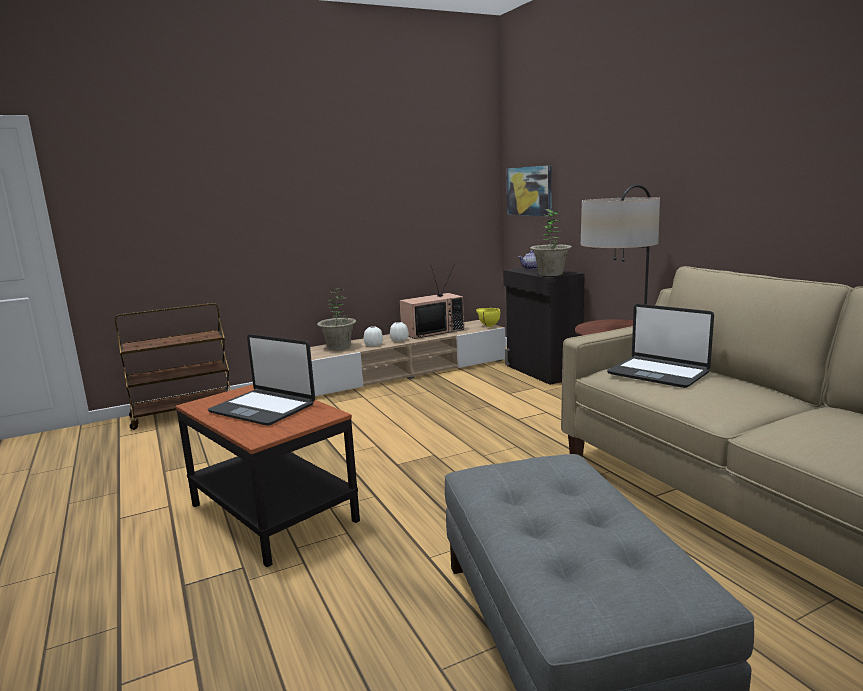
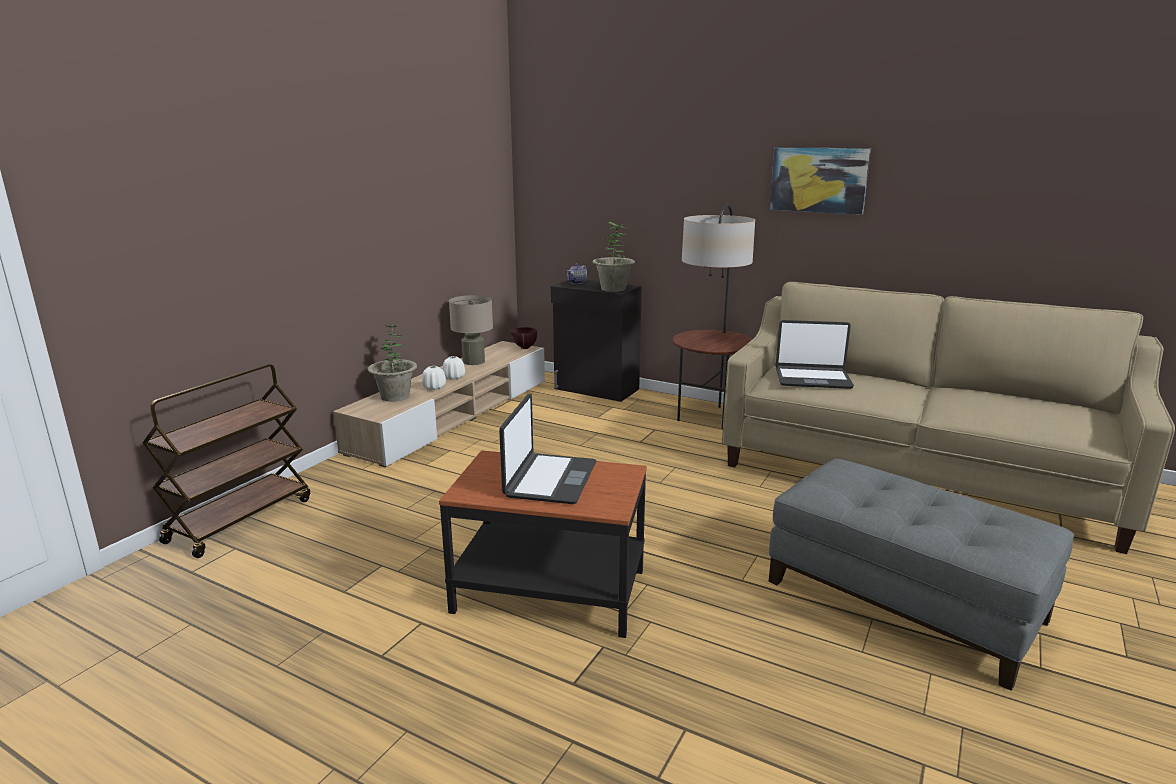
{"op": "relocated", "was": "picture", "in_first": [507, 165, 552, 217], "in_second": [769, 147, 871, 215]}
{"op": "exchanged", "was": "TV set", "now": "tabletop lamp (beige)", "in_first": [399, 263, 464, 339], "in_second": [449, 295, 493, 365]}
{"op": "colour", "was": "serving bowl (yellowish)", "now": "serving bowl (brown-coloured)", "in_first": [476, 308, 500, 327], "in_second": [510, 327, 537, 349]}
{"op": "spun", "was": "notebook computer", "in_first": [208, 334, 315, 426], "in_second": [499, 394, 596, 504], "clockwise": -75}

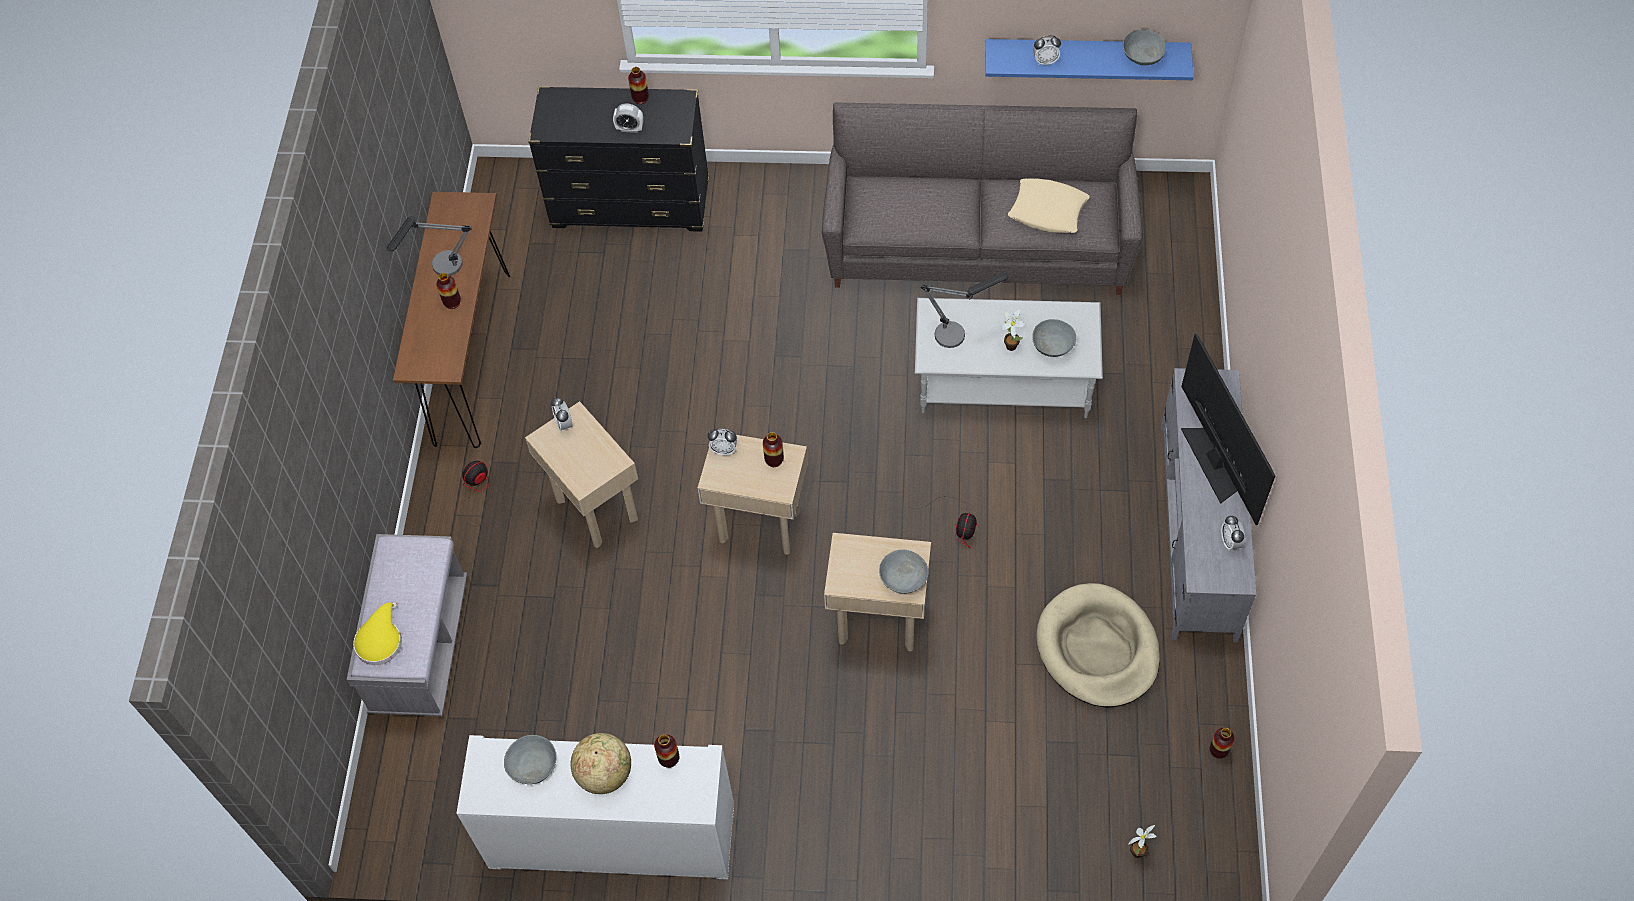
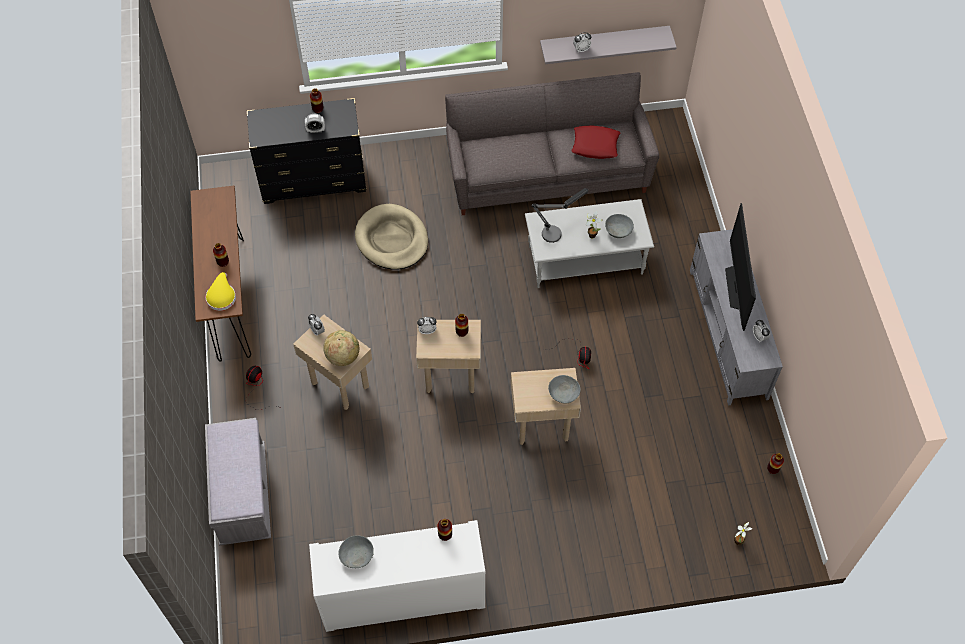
{"op": "missing", "was": "tabletop lamp", "in_first": [387, 216, 472, 276]}
{"op": "missing", "was": "serving bowl (gray)", "in_first": [1123, 29, 1166, 65]}
{"op": "relocated", "was": "clothing hat (yellowish)", "in_first": [353, 602, 402, 665], "in_second": [206, 272, 236, 311]}
{"op": "relocated", "was": "world globe", "in_first": [570, 733, 631, 794], "in_second": [323, 330, 359, 366]}
{"op": "relocated", "was": "pet bed (beige)", "in_first": [1036, 583, 1160, 707], "in_second": [355, 204, 428, 270]}
{"op": "colour", "was": "shelf (blue)", "now": "shelf (gray)", "in_first": [985, 39, 1194, 80], "in_second": [540, 26, 677, 64]}
{"op": "colour", "was": "throw pillow (beige)", "now": "throw pillow (red-coloured)", "in_first": [1008, 178, 1090, 233], "in_second": [571, 126, 620, 159]}
{"op": "spun", "was": "TV set", "in_first": [1181, 333, 1275, 525], "in_second": [725, 203, 756, 331], "clockwise": -150}

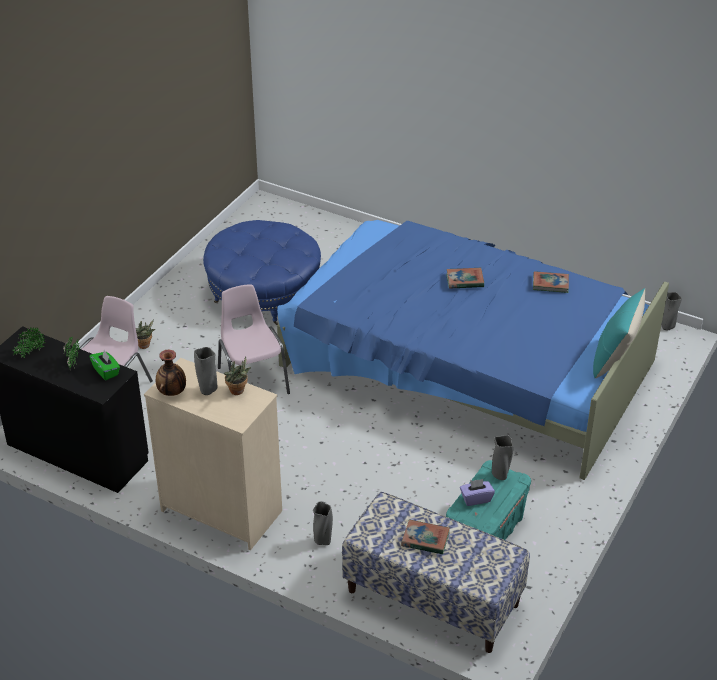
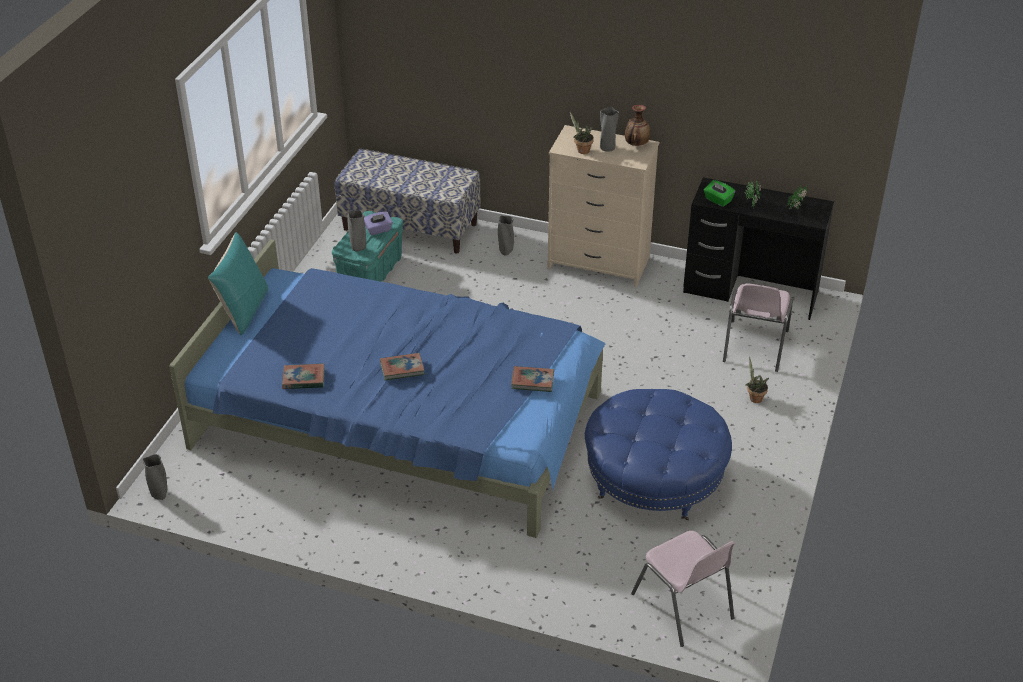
{"op": "relocated", "was": "chair (pink-coloured)", "in_first": [218, 284, 290, 394], "in_second": [631, 531, 735, 647]}
{"op": "relocated", "was": "volume", "in_first": [401, 520, 450, 554], "in_second": [511, 366, 554, 392]}

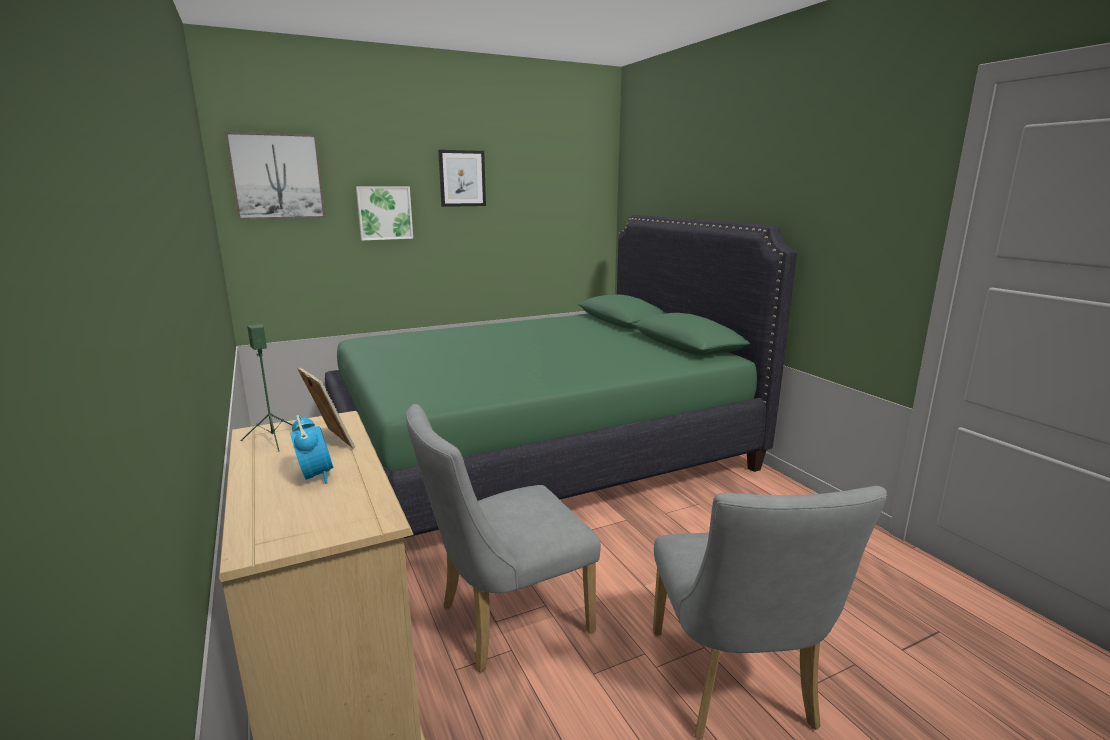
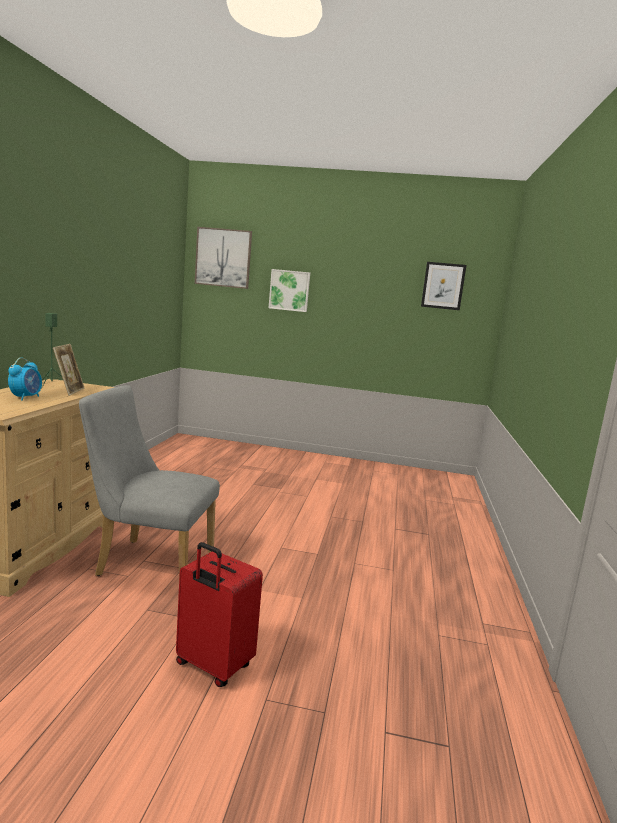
{"op": "missing", "was": "sleeping bed (greenish)", "in_first": [325, 215, 797, 538]}
{"op": "relocated", "was": "picture", "in_first": [438, 150, 486, 207], "in_second": [421, 262, 466, 310]}
{"op": "exchanged", "was": "chair (gray)", "now": "travel case (red-coloured)", "in_first": [653, 486, 887, 739], "in_second": [176, 542, 263, 687]}

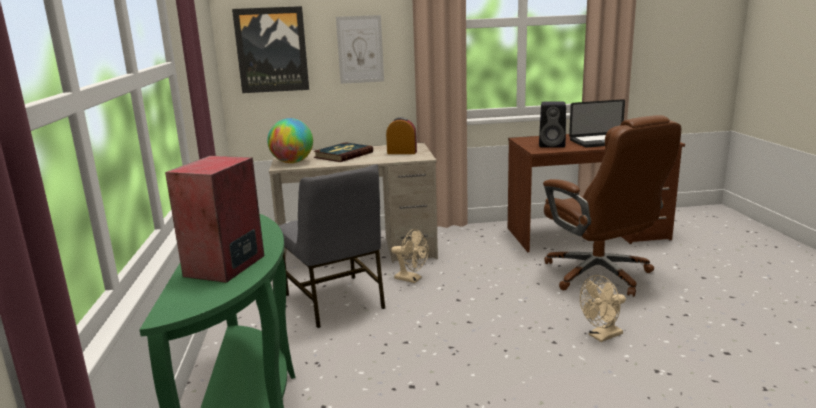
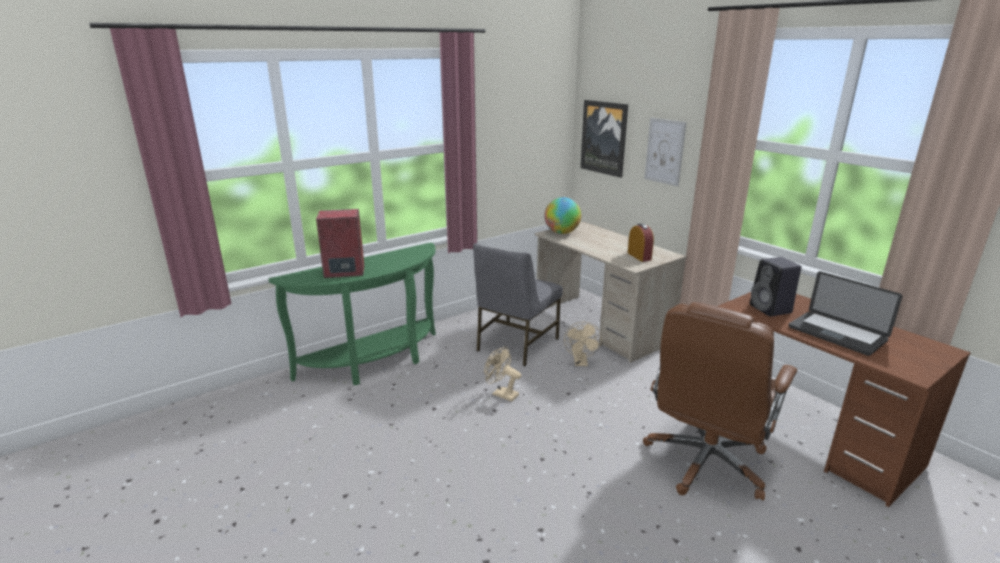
{"op": "missing", "was": "volume", "in_first": [313, 142, 373, 162]}
{"op": "relocated", "was": "fan (beige)", "in_first": [580, 275, 626, 342], "in_second": [484, 346, 521, 402]}

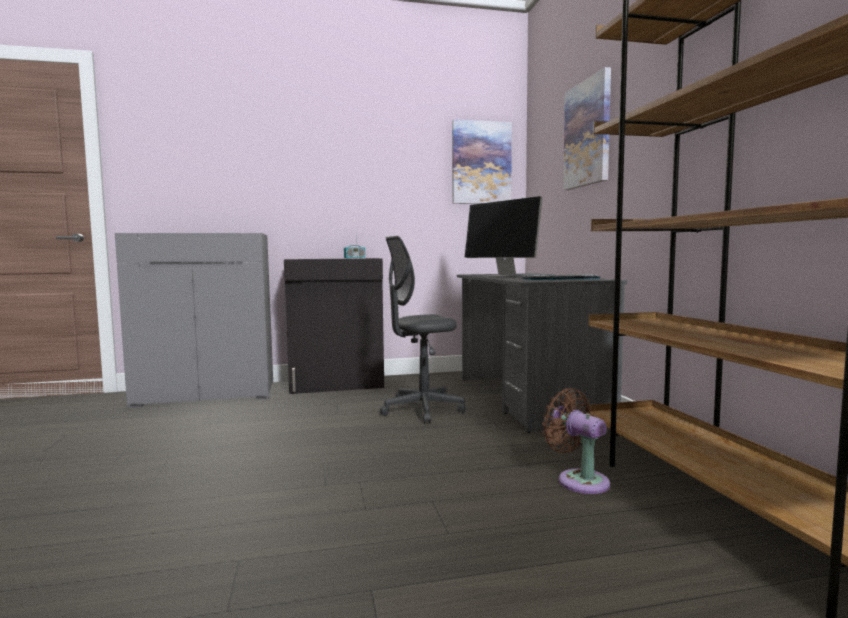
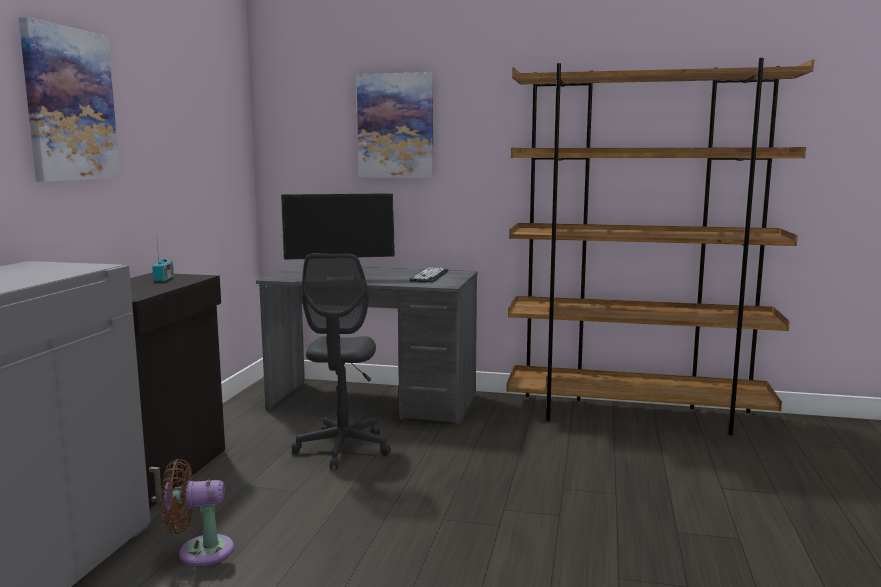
{"op": "relocated", "was": "picture", "in_first": [452, 119, 512, 204], "in_second": [19, 17, 120, 182]}
{"op": "relocated", "was": "fan (brown-coloured)", "in_first": [542, 388, 610, 494], "in_second": [162, 459, 234, 566]}

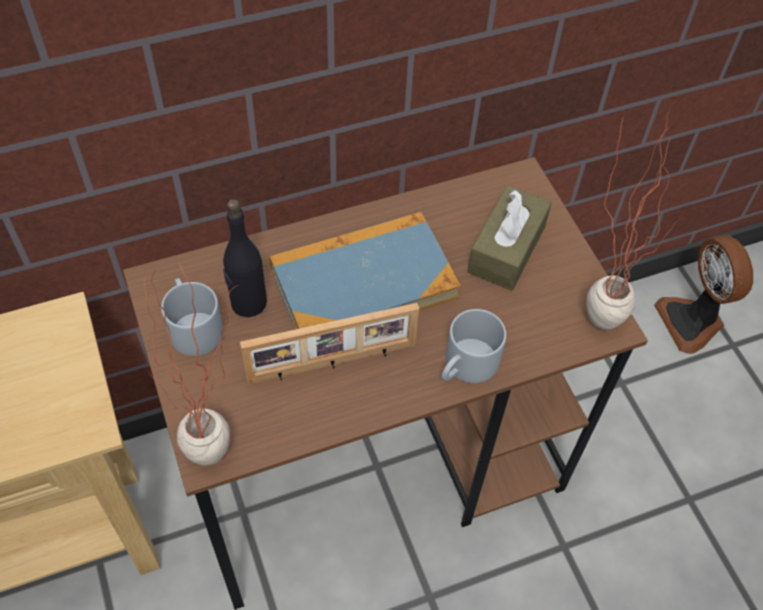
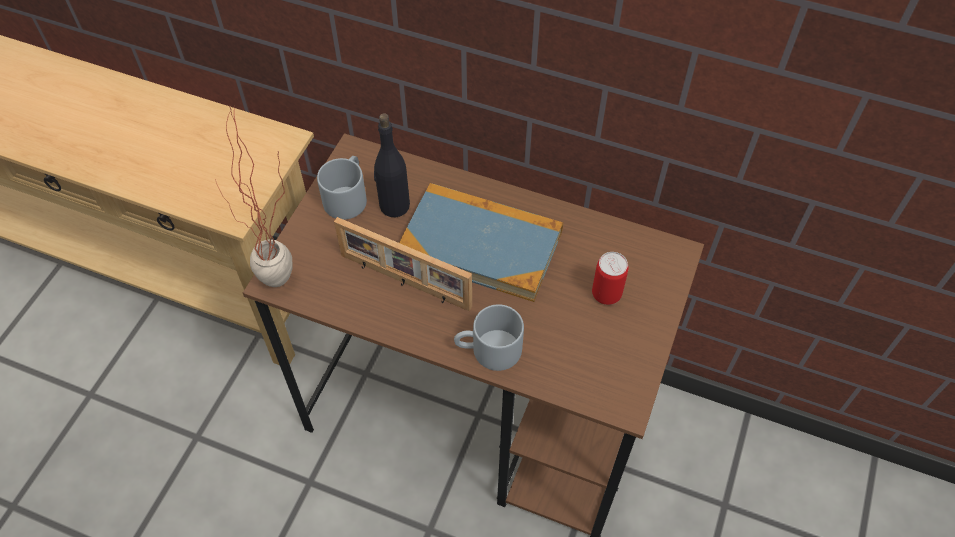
{"op": "missing", "was": "houseplant", "in_first": [586, 107, 679, 330]}
{"op": "missing", "was": "fan", "in_first": [654, 235, 753, 354]}
{"op": "exchanged", "was": "tissue box (brown-coloured)", "now": "can", "in_first": [467, 185, 552, 291], "in_second": [592, 252, 629, 305]}

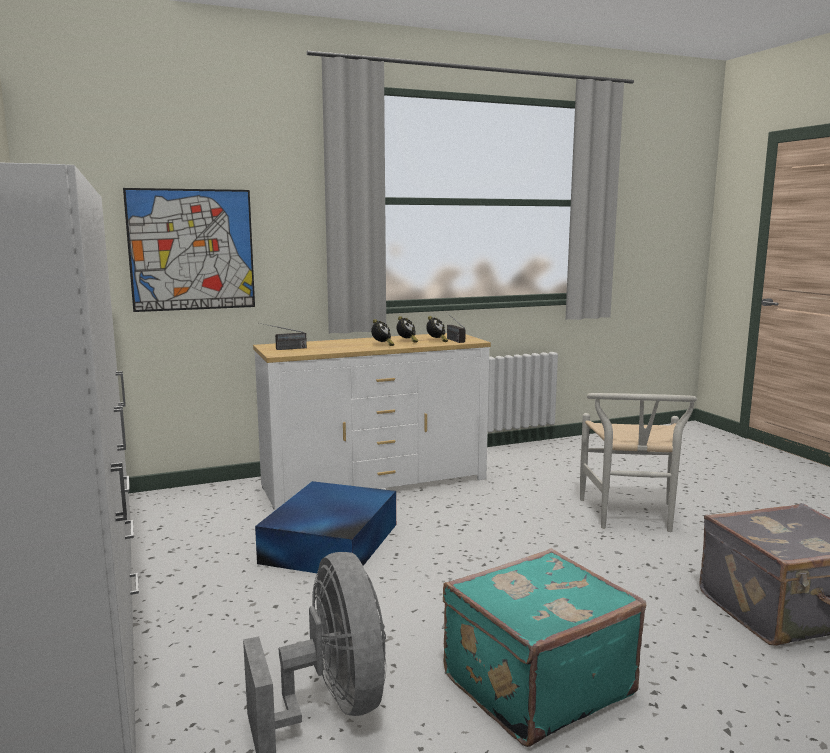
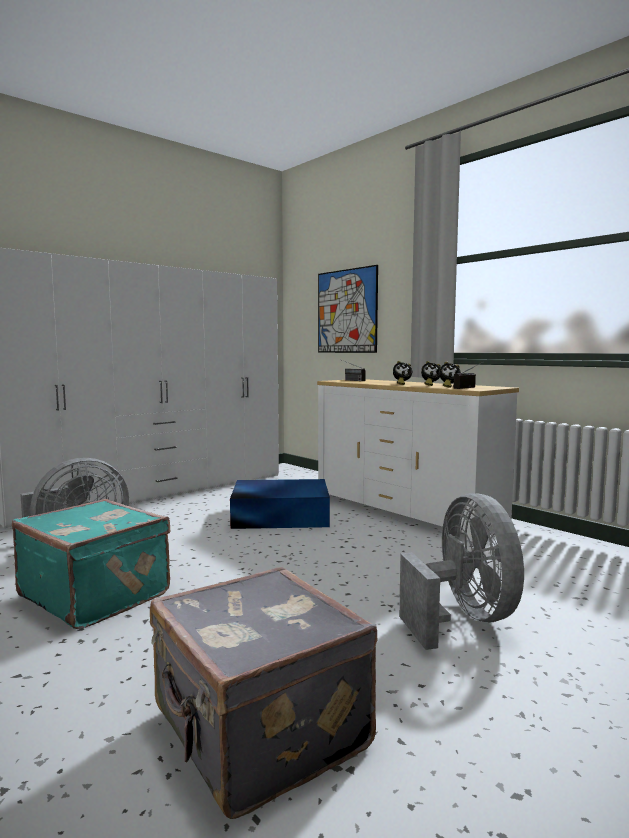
{"op": "exchanged", "was": "chair (white)", "now": "fan (gray)", "in_first": [580, 393, 697, 532], "in_second": [399, 493, 524, 650]}

